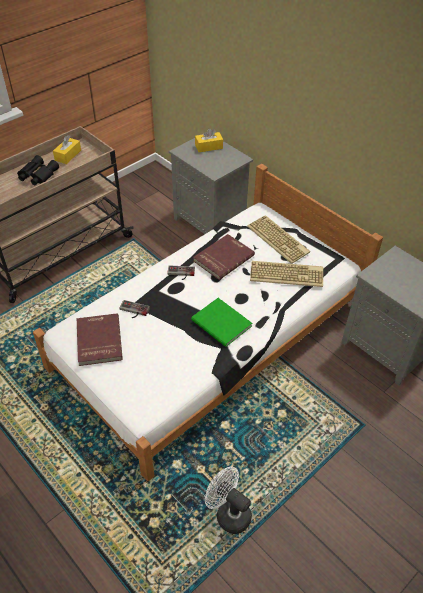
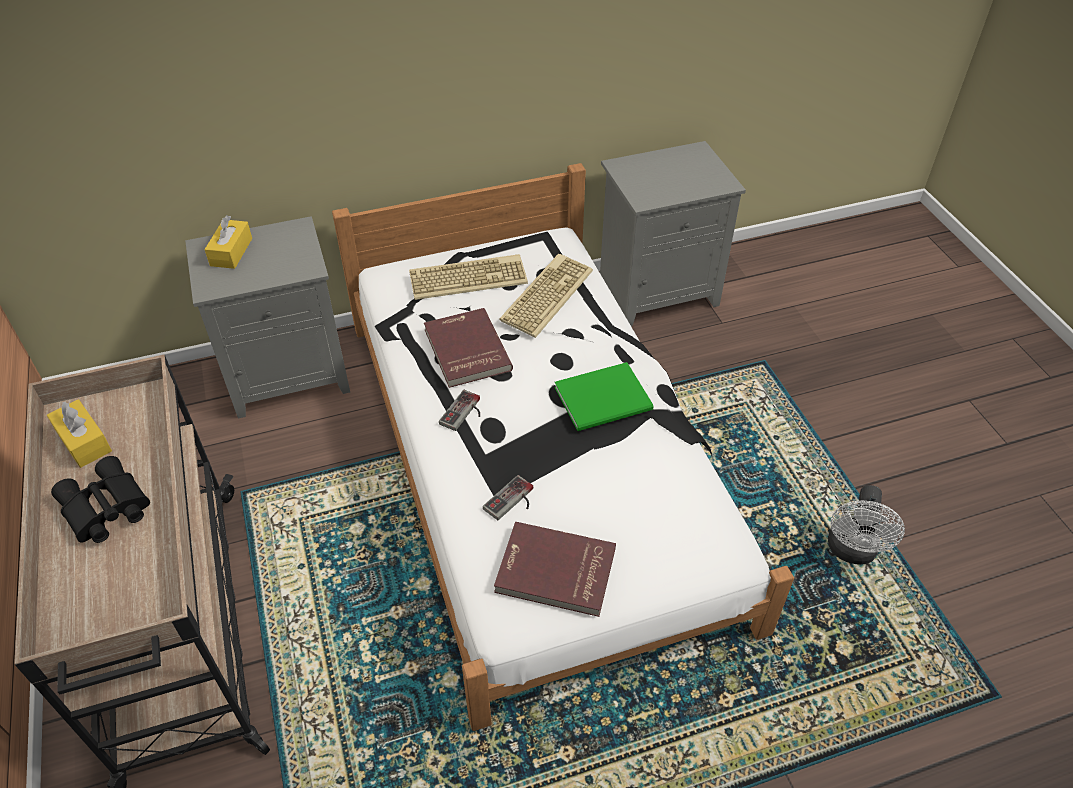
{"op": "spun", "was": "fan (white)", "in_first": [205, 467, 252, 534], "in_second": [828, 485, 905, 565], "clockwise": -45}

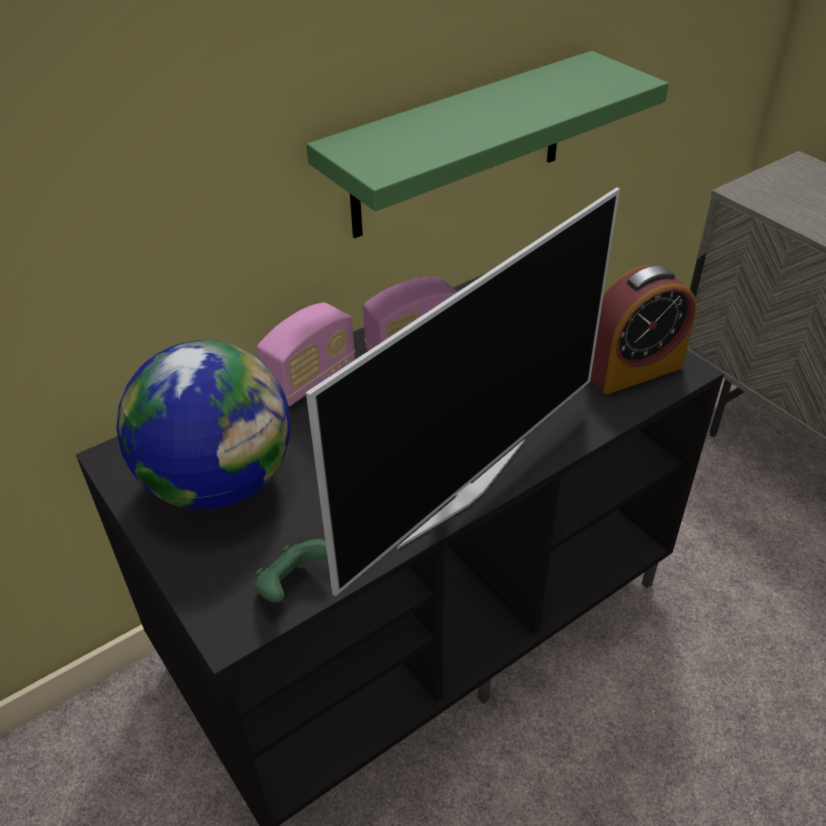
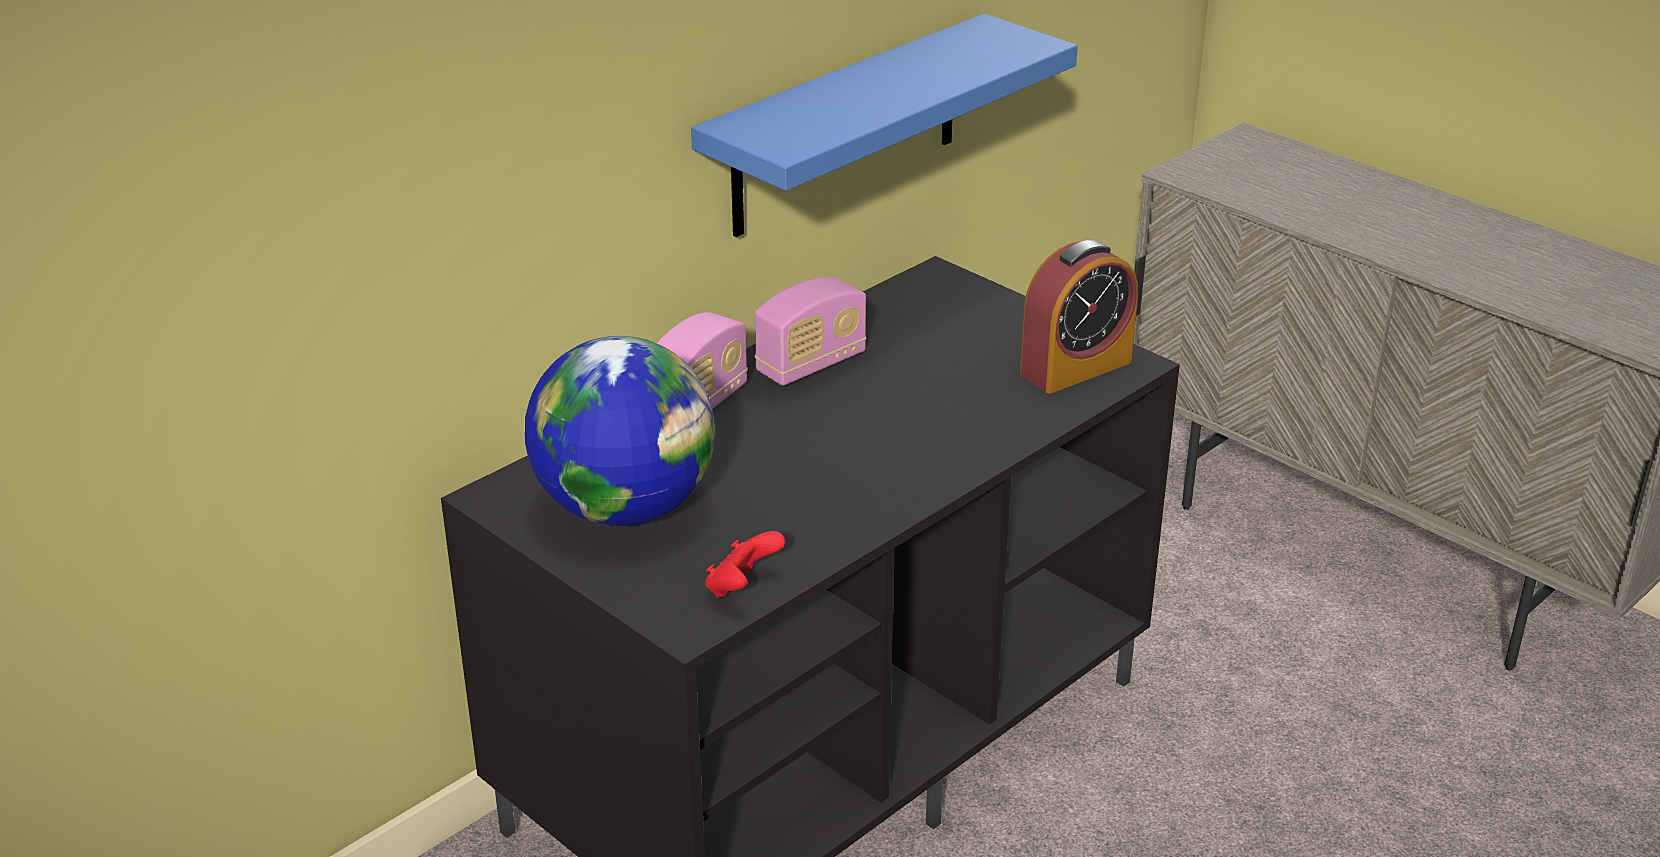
{"op": "missing", "was": "TV set", "in_first": [306, 187, 620, 596]}
{"op": "colour", "was": "game controller (greenish)", "now": "game controller (red-coloured)", "in_first": [254, 539, 327, 602], "in_second": [705, 531, 786, 598]}
{"op": "colour", "was": "shelf (greenish)", "now": "shelf (blue)", "in_first": [306, 51, 669, 238], "in_second": [691, 14, 1078, 237]}

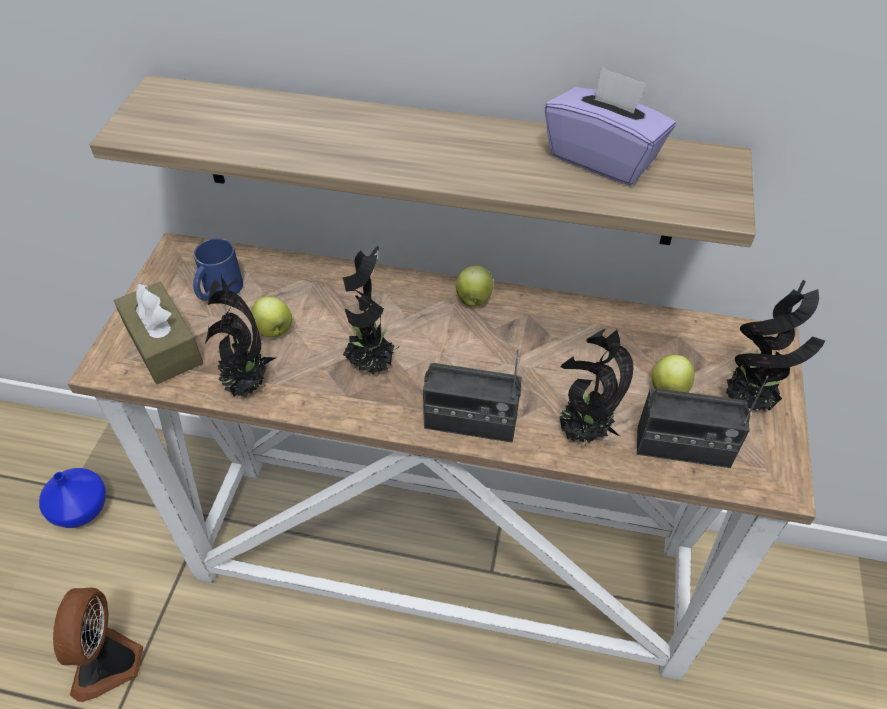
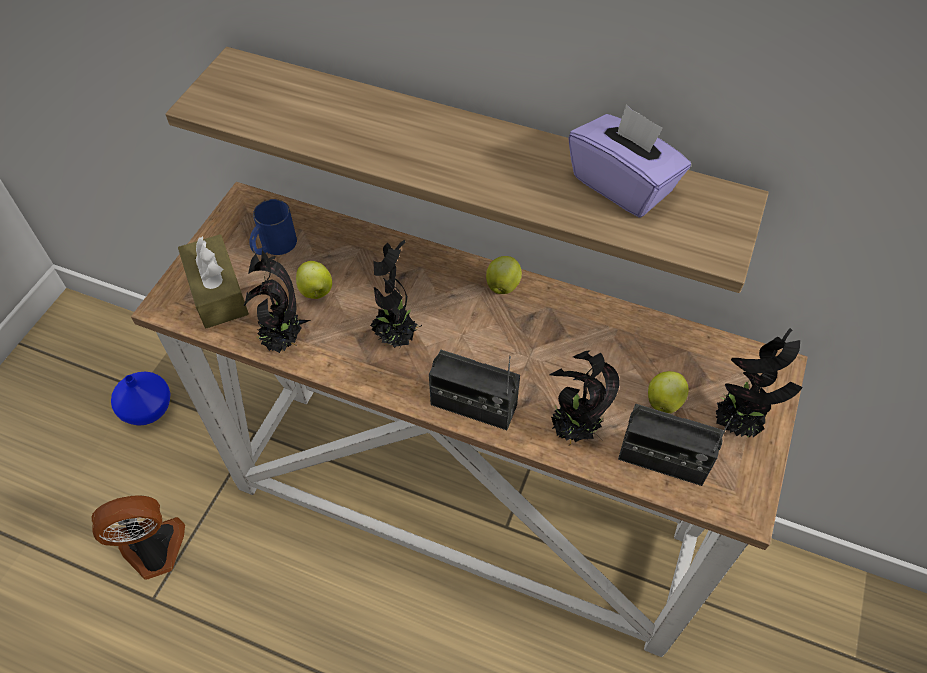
{"op": "spun", "was": "fan", "in_first": [53, 588, 143, 702], "in_second": [91, 495, 185, 580], "clockwise": 60}

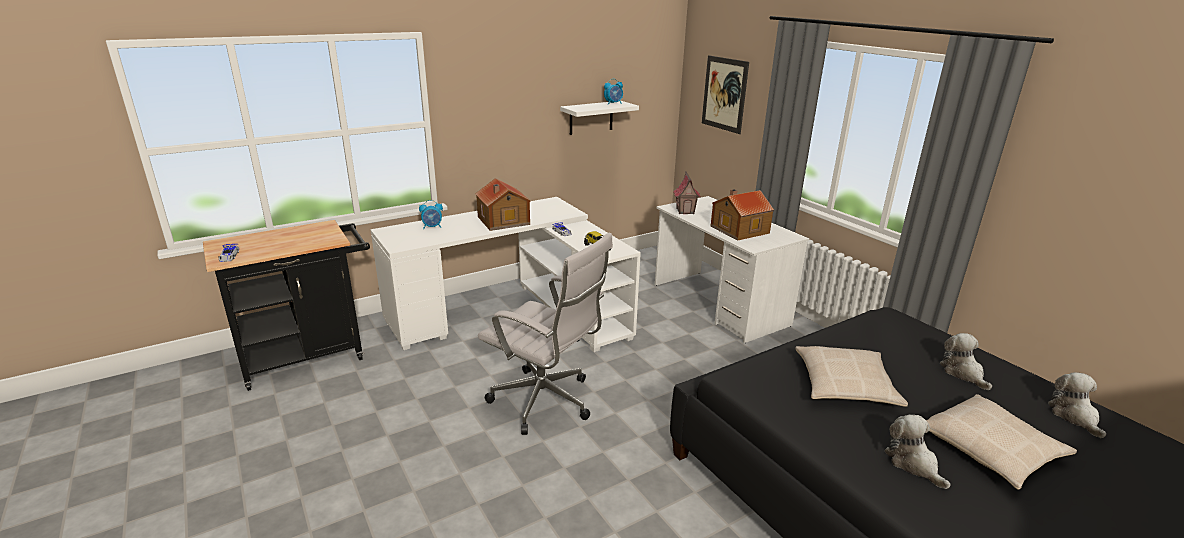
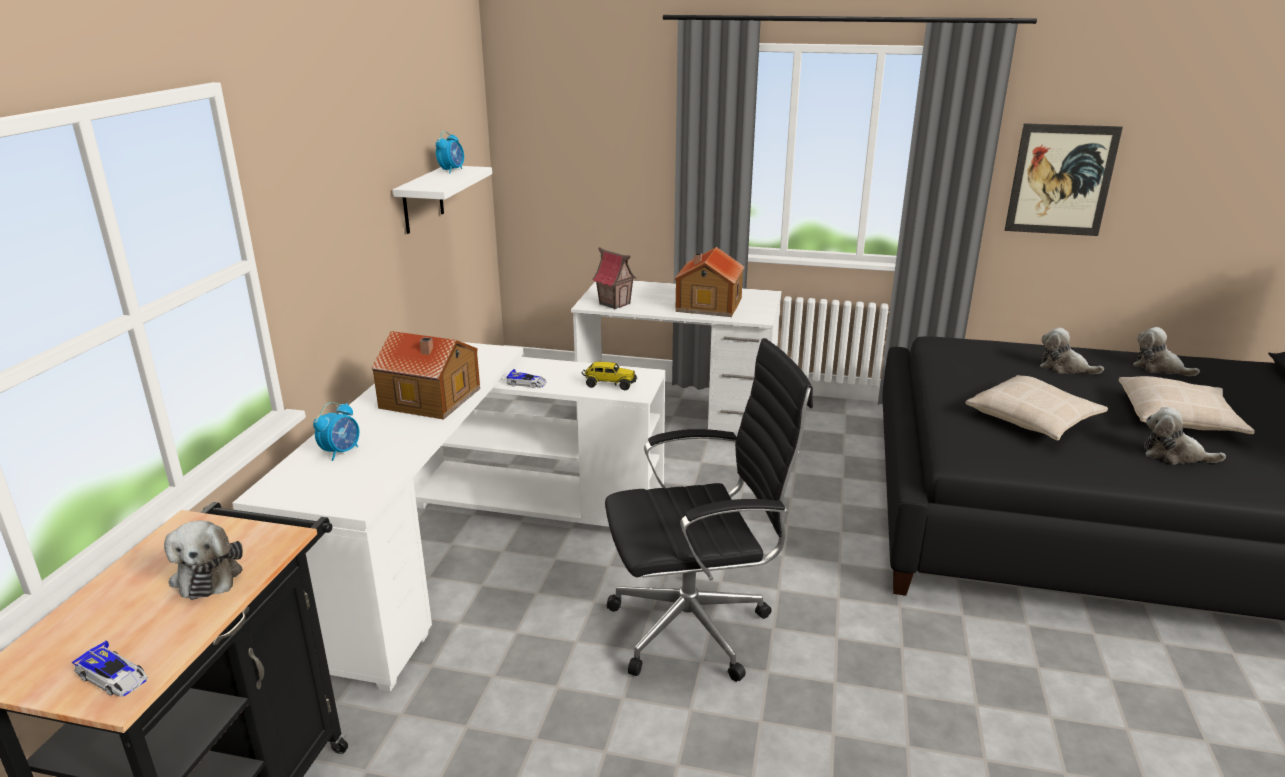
{"op": "appeared", "now": "cuddly toy", "in_second": [164, 521, 243, 600]}
{"op": "relocated", "was": "picture", "in_first": [702, 55, 749, 134], "in_second": [1005, 123, 1123, 236]}
{"op": "colour", "was": "computer chair (white)", "now": "computer chair (blackish)", "in_first": [478, 233, 613, 435], "in_second": [605, 338, 813, 682]}

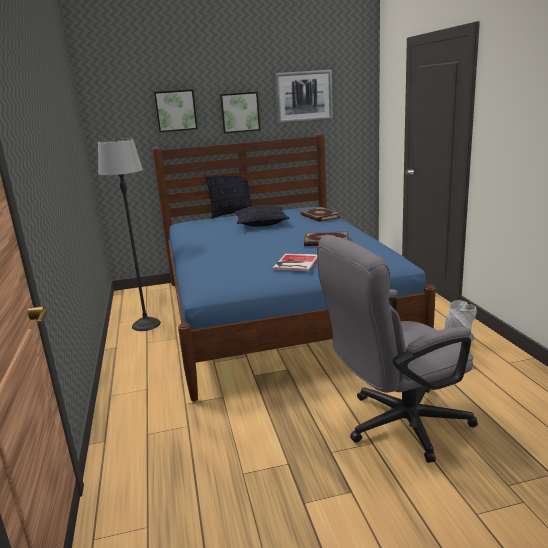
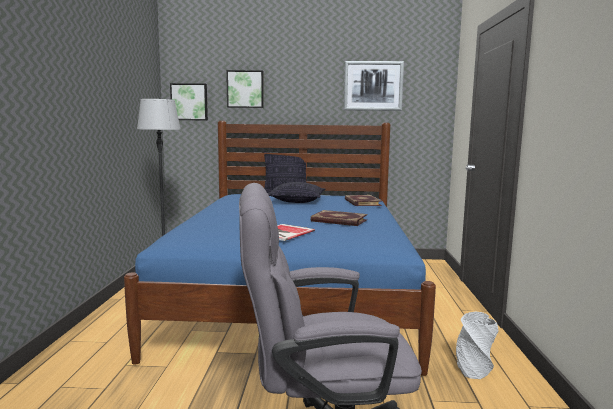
{"op": "relocated", "was": "picture", "in_first": [220, 92, 260, 134], "in_second": [170, 83, 208, 121]}

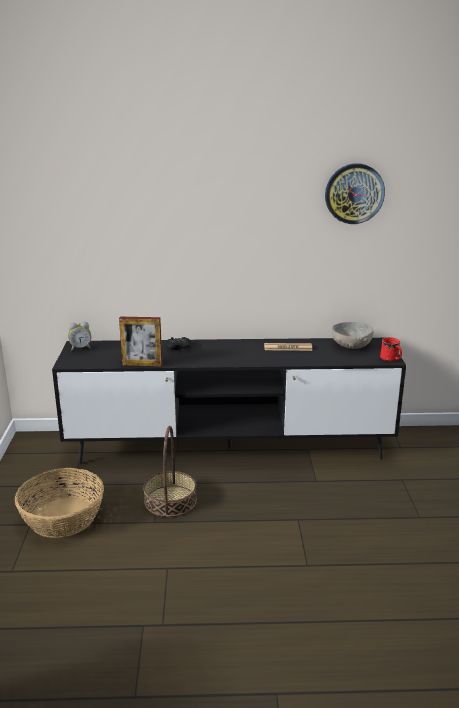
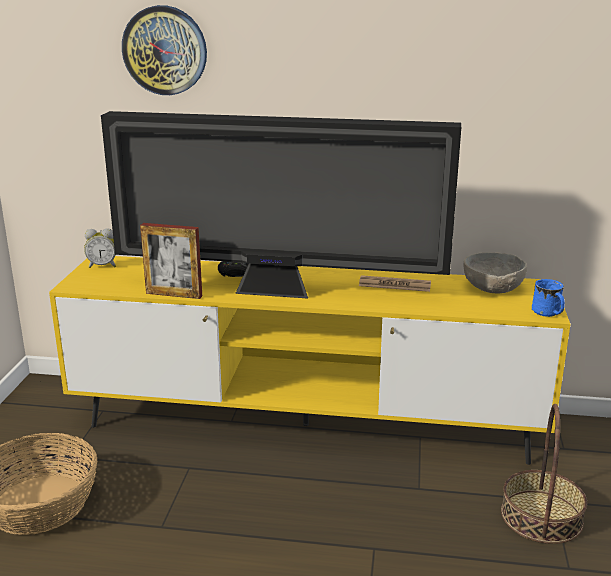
{"op": "appeared", "now": "TV set", "in_second": [101, 111, 461, 299]}
{"op": "relocated", "was": "household basket", "in_first": [143, 426, 197, 517], "in_second": [501, 404, 587, 544]}
{"op": "relocated", "was": "wall clock", "in_first": [325, 163, 385, 224], "in_second": [122, 5, 207, 95]}
{"op": "colour", "was": "media console (blackish)", "now": "media console (yellowish)", "in_first": [52, 338, 406, 464], "in_second": [49, 256, 571, 465]}
{"op": "colour", "was": "coffee mug (red-coloured)", "now": "coffee mug (blue)", "in_first": [380, 337, 402, 361], "in_second": [532, 279, 565, 317]}

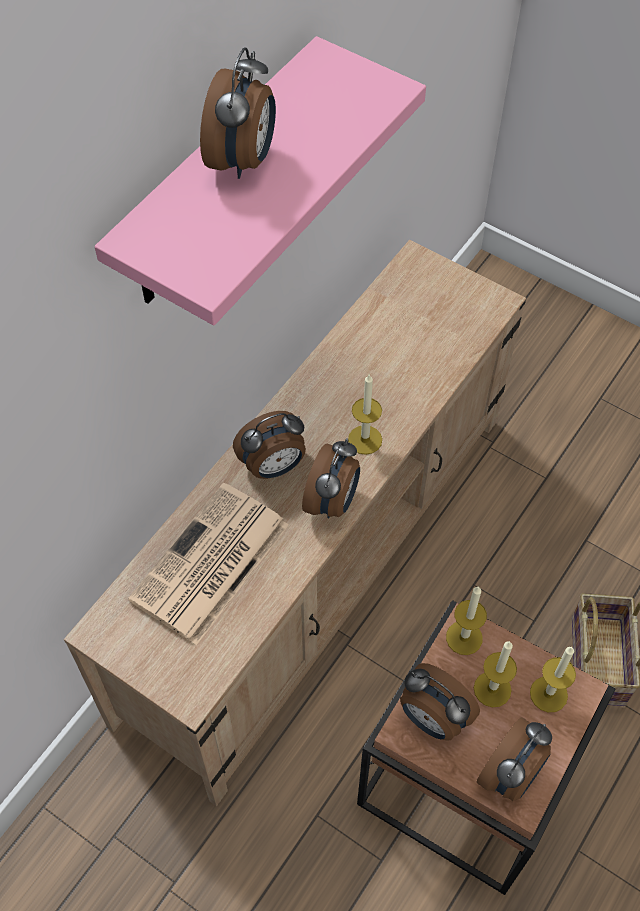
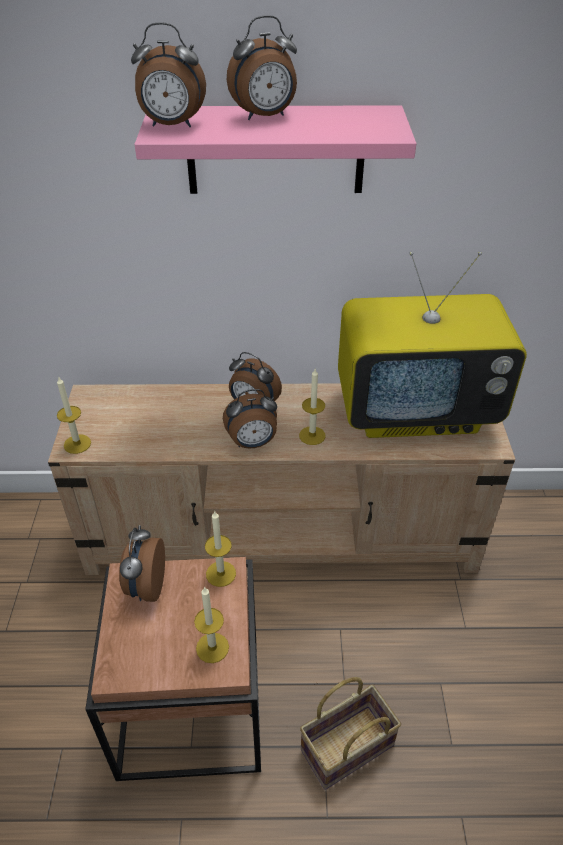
{"op": "missing", "was": "daily paper", "in_first": [128, 483, 289, 645]}
{"op": "appeared", "now": "TV set", "in_second": [338, 252, 527, 438]}
{"op": "relocated", "was": "wax light", "in_first": [474, 642, 517, 707], "in_second": [57, 376, 91, 454]}
{"op": "relocated", "was": "alarm clock", "in_first": [477, 717, 552, 801], "in_second": [131, 22, 206, 127]}

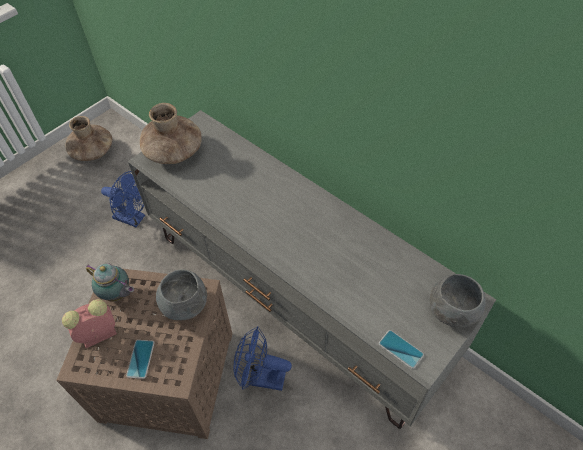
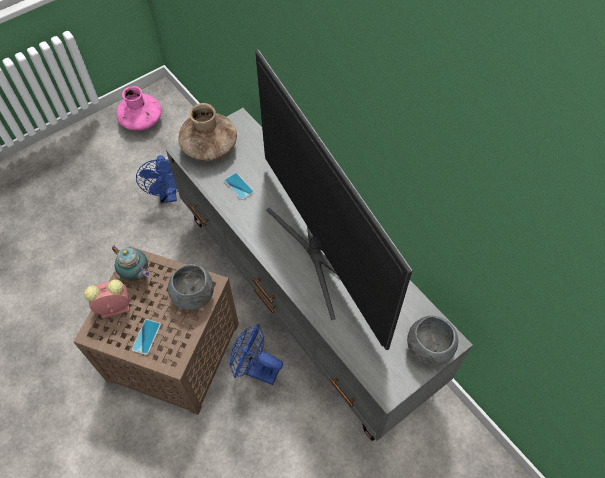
{"op": "appeared", "now": "TV set", "in_second": [255, 50, 413, 350]}
{"op": "relocated", "was": "telephone", "in_first": [379, 330, 424, 369], "in_second": [224, 173, 254, 200]}
{"op": "colour", "was": "decorative vase (brown-coloured)", "now": "decorative vase (pink-coloured)", "in_first": [66, 116, 112, 161], "in_second": [116, 86, 162, 130]}
{"op": "spun", "was": "fan (blue)", "in_first": [101, 171, 145, 227], "in_second": [136, 155, 178, 203], "clockwise": 45}

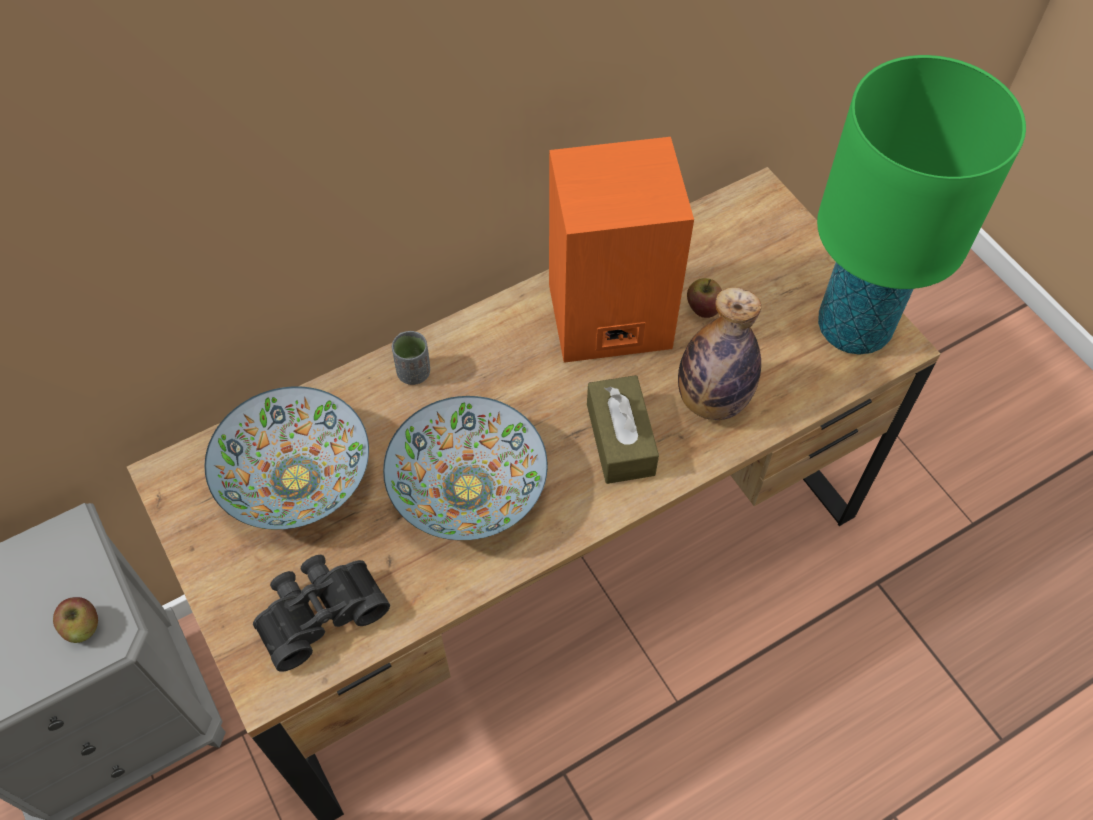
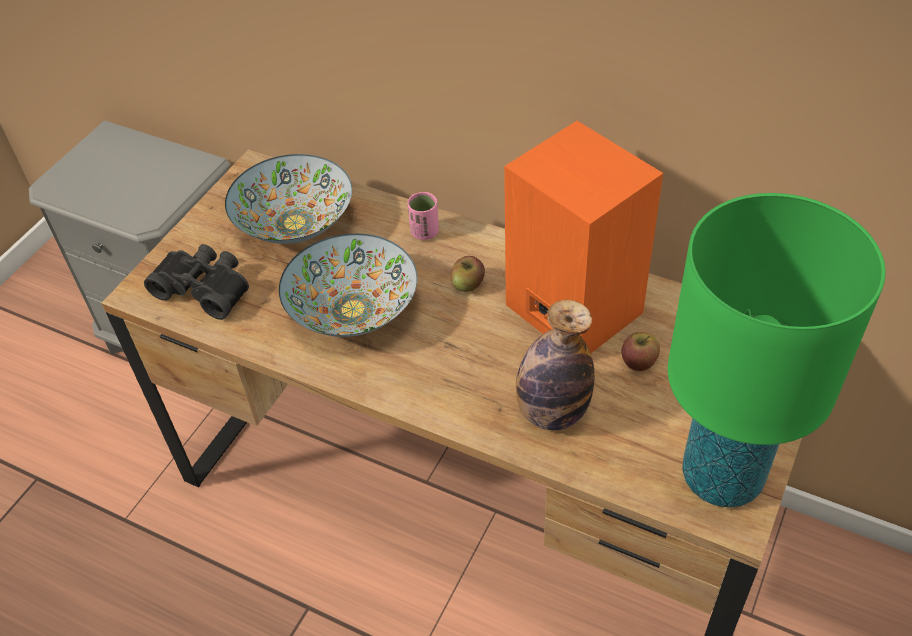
{"op": "missing", "was": "tissue box (brown-coloured)", "in_first": [587, 375, 659, 484]}
{"op": "relocated", "was": "apple fruit", "in_first": [53, 597, 98, 643], "in_second": [451, 256, 485, 292]}
{"op": "colour", "was": "cup (gray)", "now": "cup (pink-coloured)", "in_first": [392, 331, 430, 385], "in_second": [408, 192, 439, 240]}

